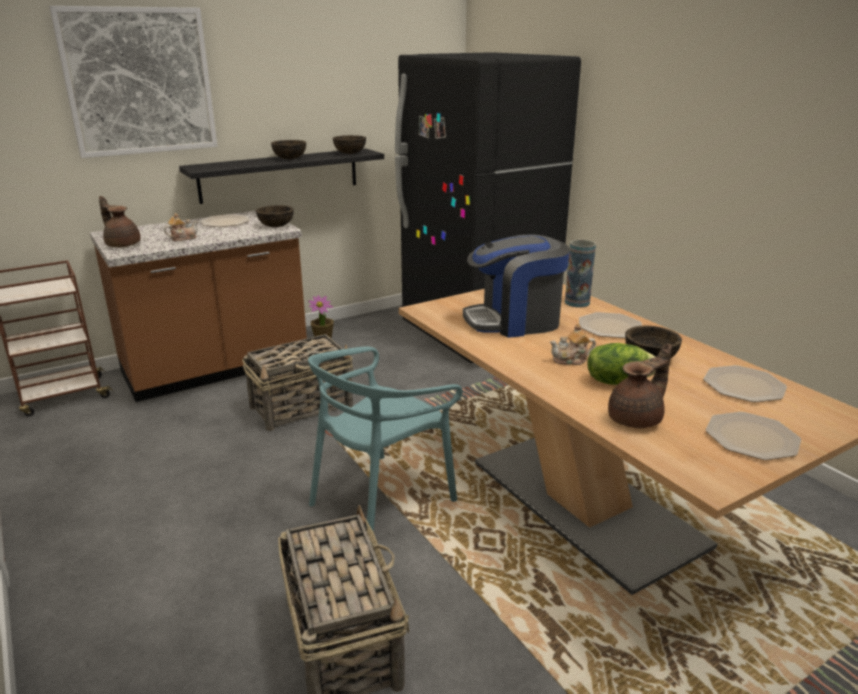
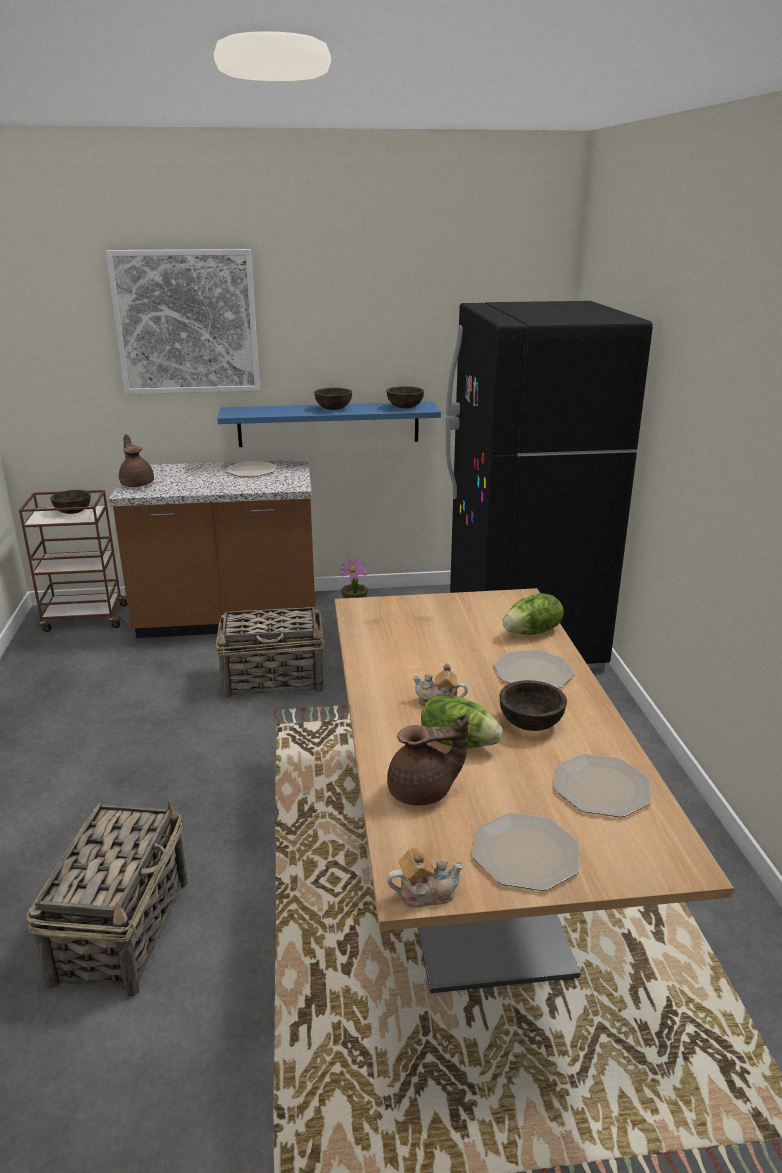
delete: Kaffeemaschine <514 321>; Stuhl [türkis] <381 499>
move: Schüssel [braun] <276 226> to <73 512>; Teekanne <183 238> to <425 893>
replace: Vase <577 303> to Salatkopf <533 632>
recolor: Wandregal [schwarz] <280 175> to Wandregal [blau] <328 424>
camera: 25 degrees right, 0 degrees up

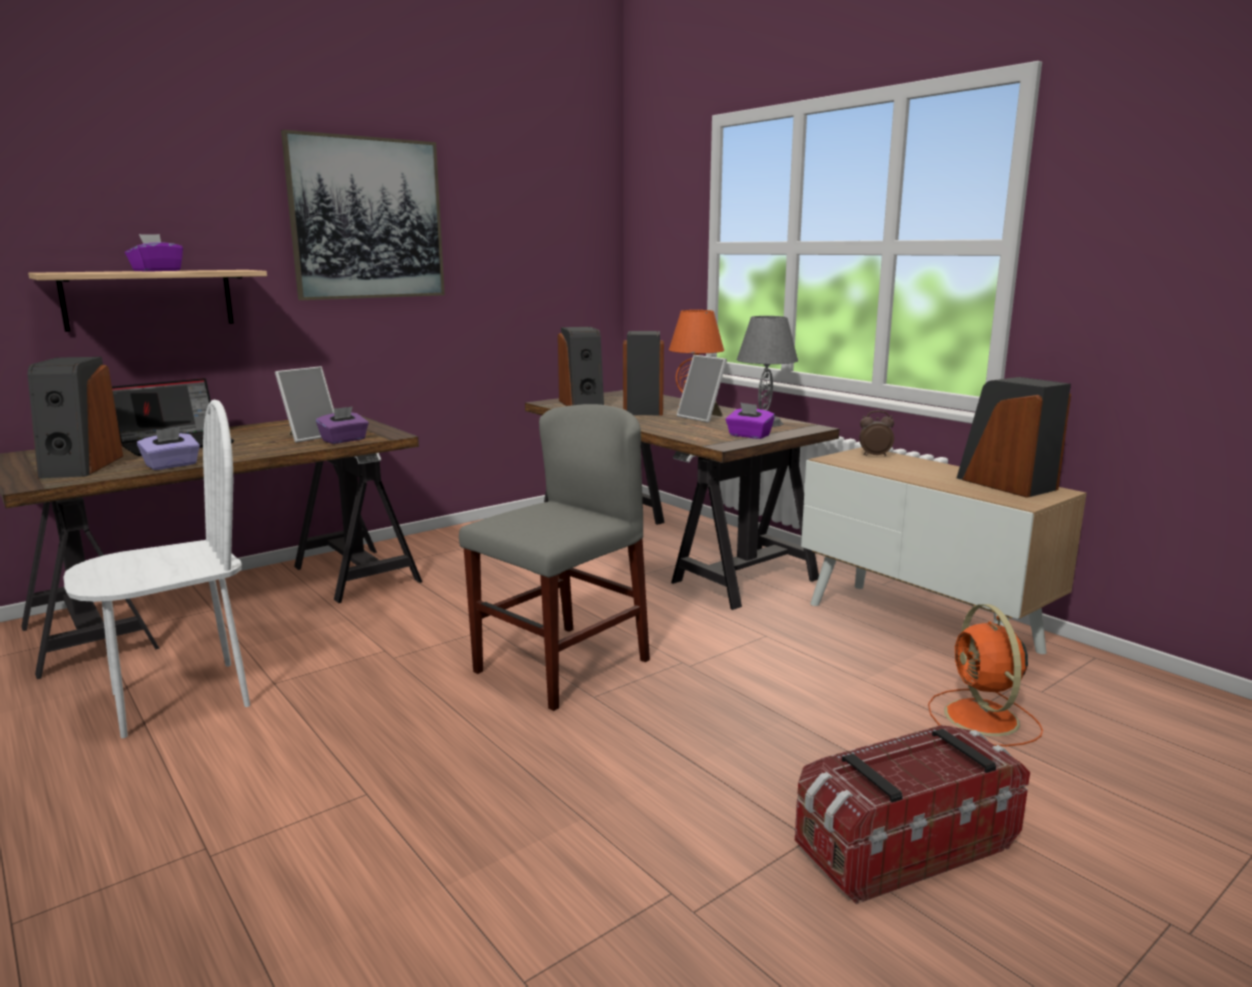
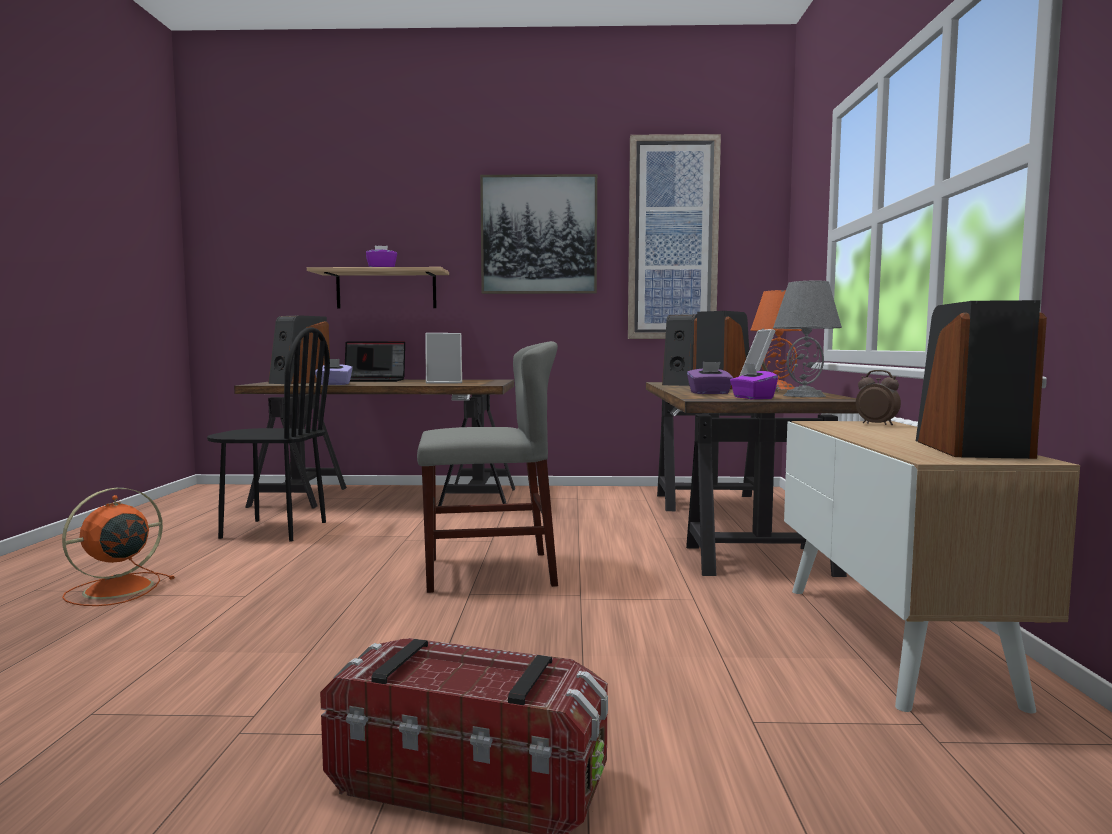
insert: Bild <672 239>
move: Taschentuchbox [lila] <344 440> to <709 393>; Ventilator [orange] <983 719> to <115 589>
recolor: Stuhl [weiß] <180 698> to Stuhl [schwarz] <274 530>
camera: 40 degrees right, 10 degrees down

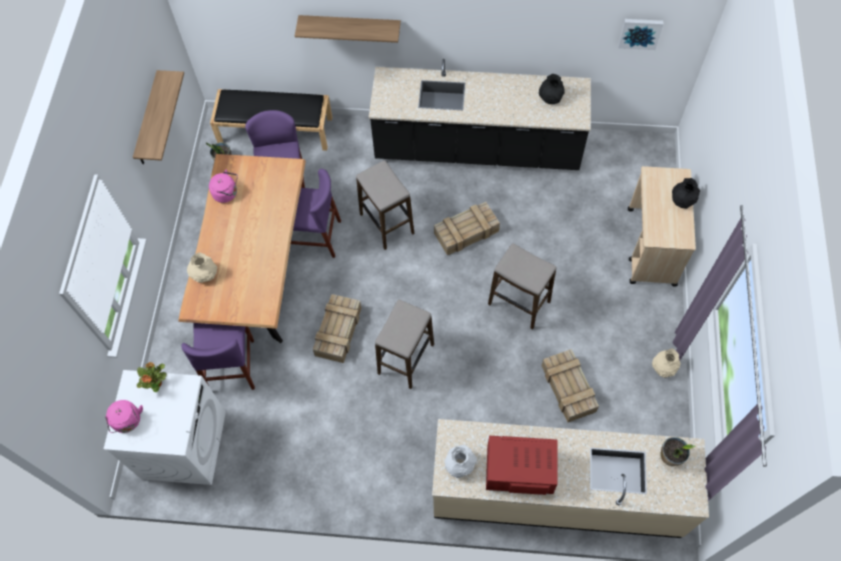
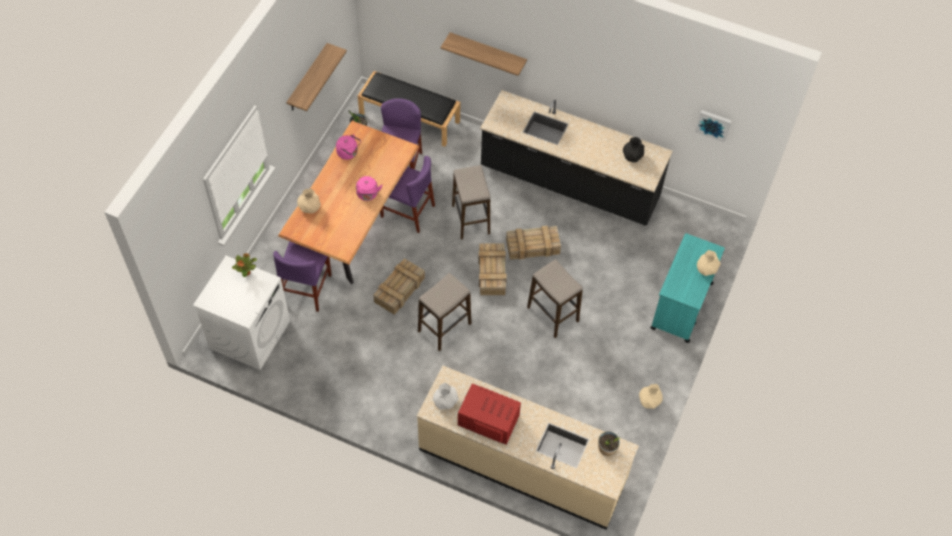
move: Kiste <569 389> to <492 273>; Wasserkessel [rosa] <128 422> to <367 195>
recolor: Rollwagen [beige] <651 247> to Rollwagen [türkis] <681 306>; Vase [schwarz] <682 200> to Vase [beige] <706 269>
camera: 15 degrees right, 5 degrees down

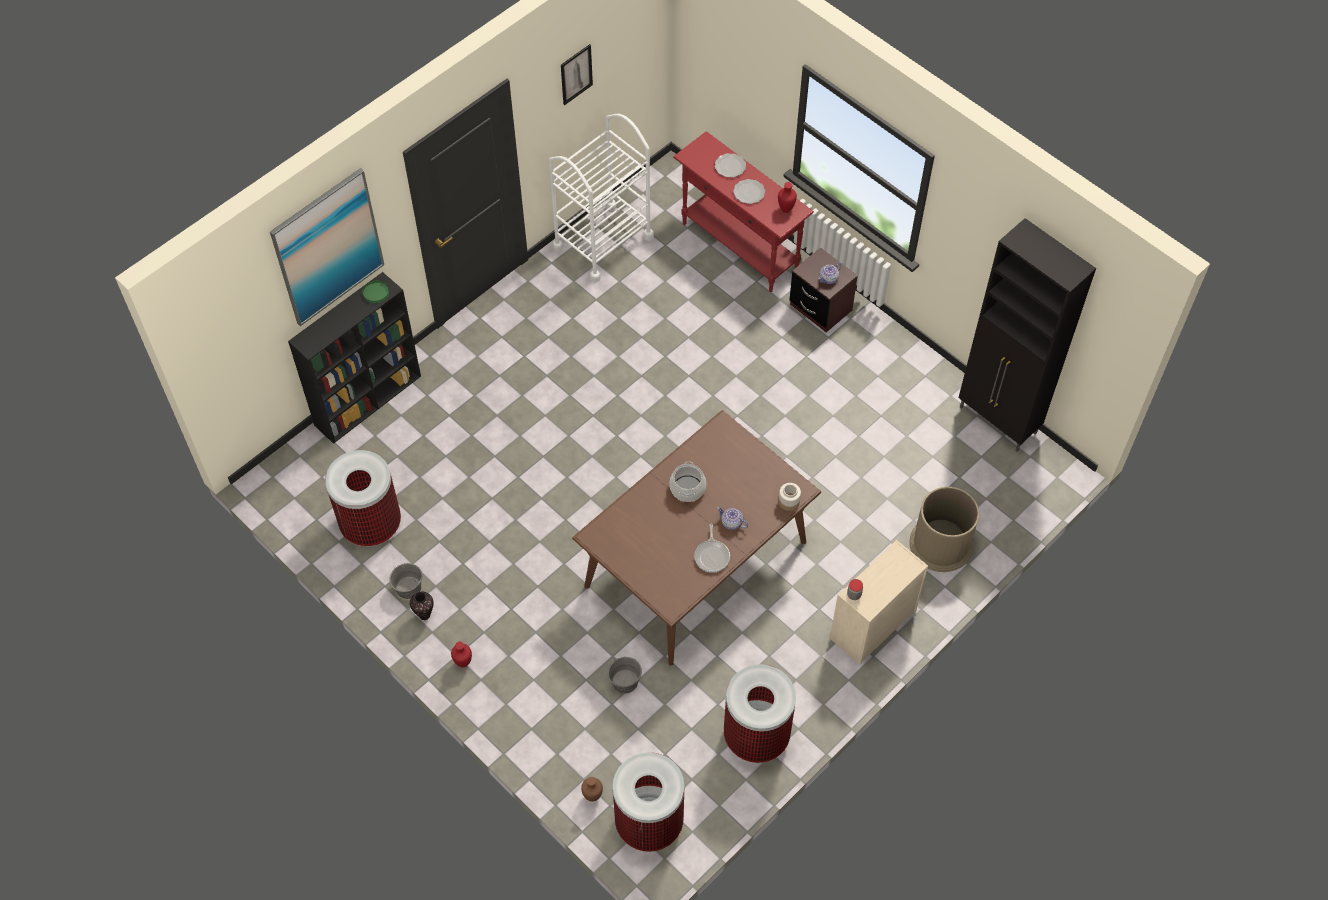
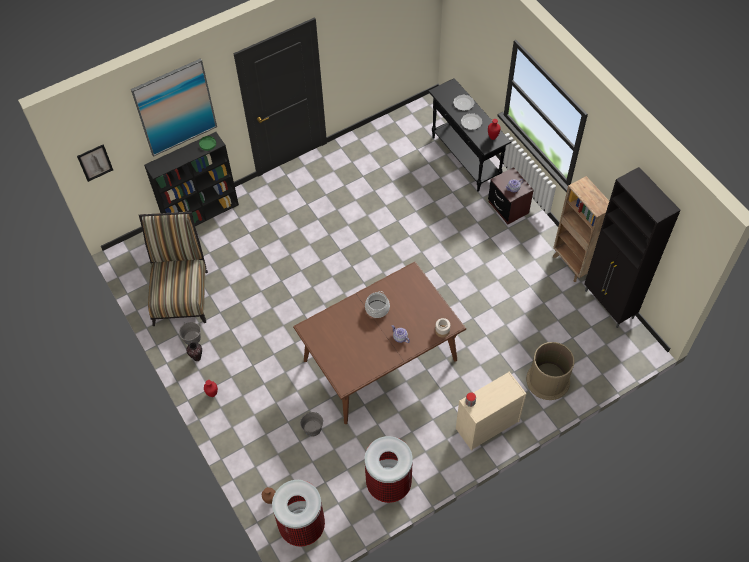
delete: Rollwagen [weiß] <603 242>; Pfanne <712 555>
insert: Bücherregal [braun] <572 265>
move: Bild <576 74> to <95 162>
replace: Mülleimer <371 524> to Stuhl <181 293>
recolor: Konsolentisch [rot] <740 247> to Konsolentisch [schwarz] <465 158>
camera: 15 degrees right, 0 degrees up

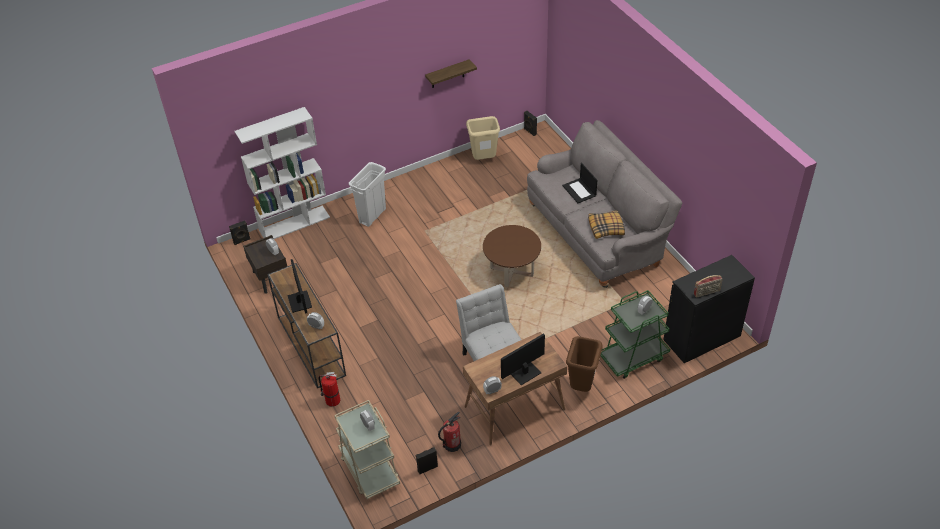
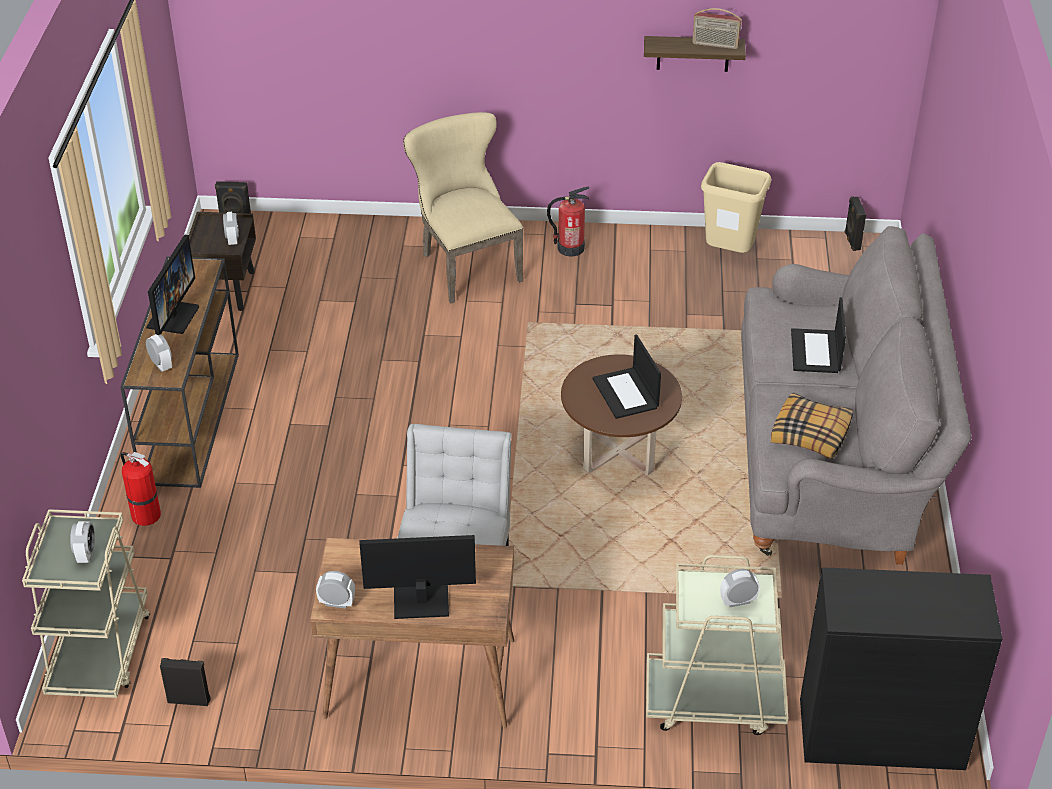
delete: Bücherregal [weiß] <294 223>; Mülleimer [braun] <581 386>
insert: Laptop <626 393>
move: Radio <707 293> to <715 45>; Feuerlöscher <452 444> to <570 248>
replace: Mülleimer [weiß] <372 215> to Stuhl [beige] <465 265>
recolor: Rollwagen [grün] <633 357> to Rollwagen [beige] <713 701>
camera: 30 degrees right, 5 degrees down

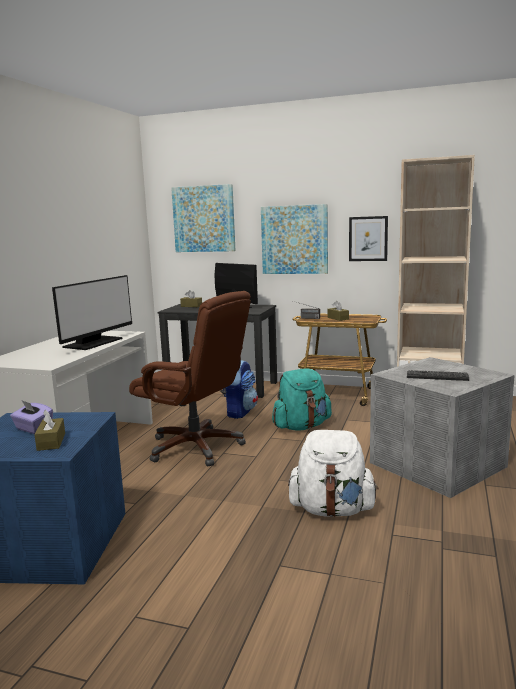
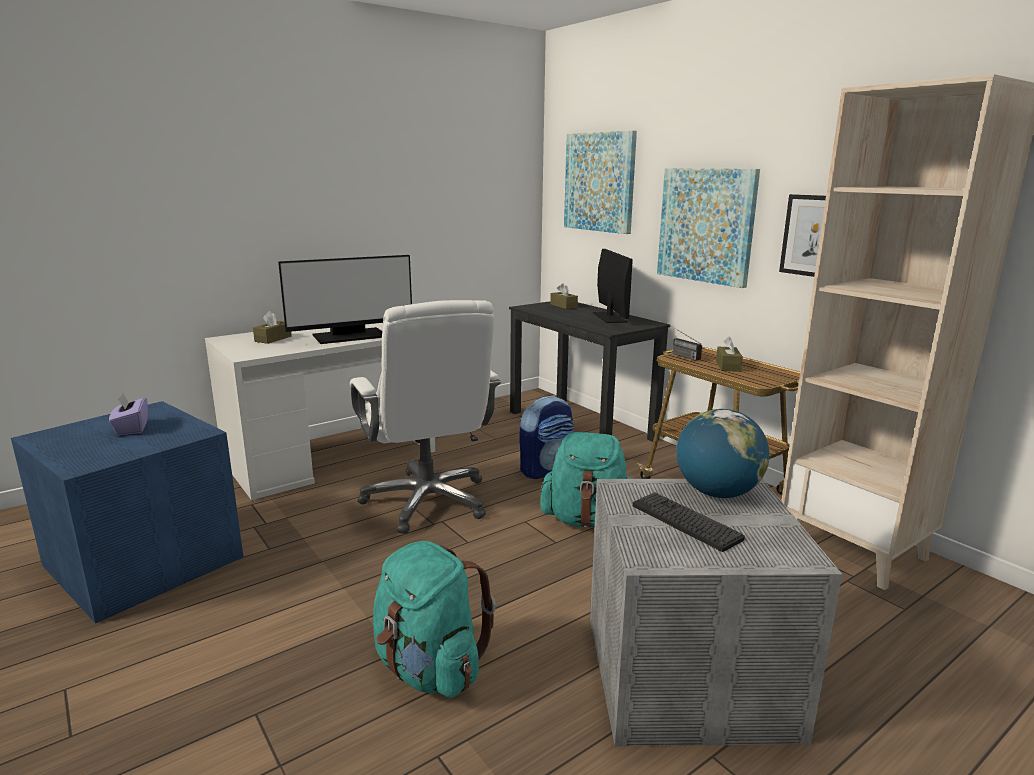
insert: Globus <717 493>
move: Taschentuchbox [braun] <51 441> to <273 339>
recolor: Bürostuhl [braun] <196 447> to Bürostuhl [weiß] <427 501>; Rucksack [weiß] <332 510> to Rucksack [türkis] <429 669>
camera: 35 degrees right, 5 degrees up

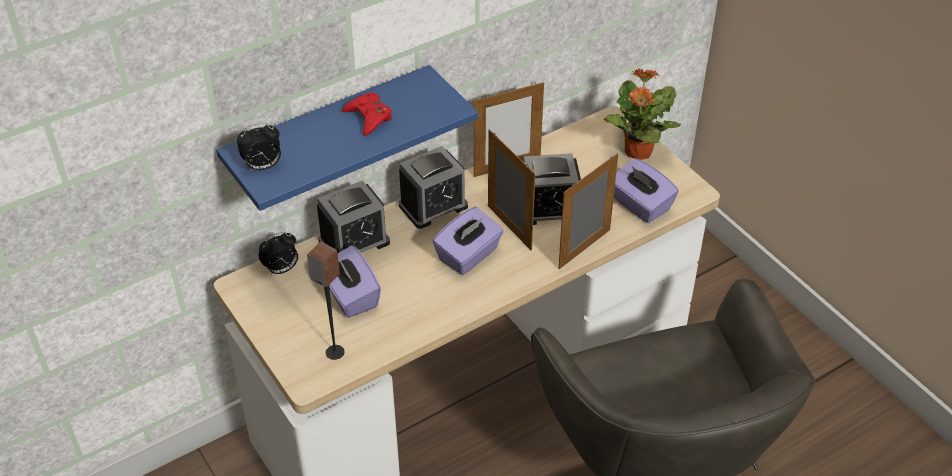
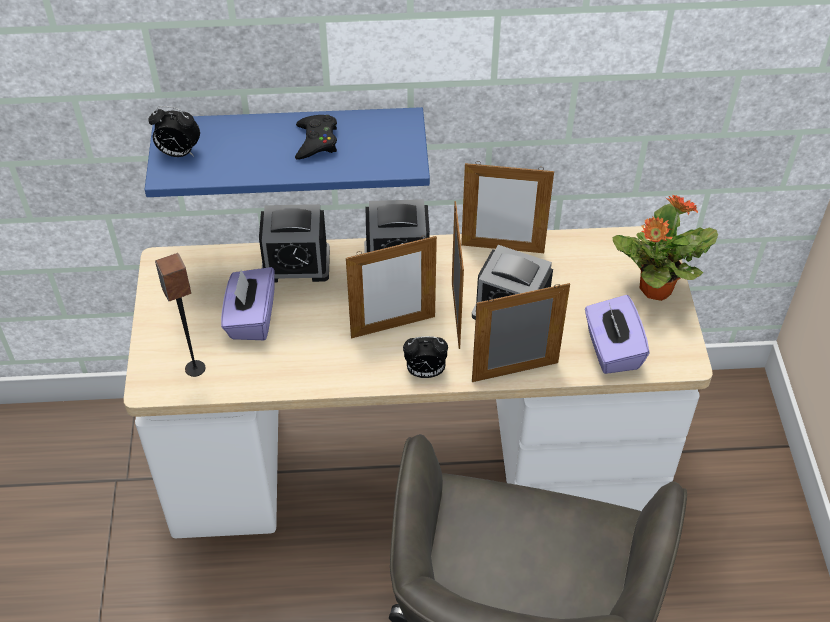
move: Wecker <281 270> to <425 372>
replace: Taschentuchbox [lila] <469 255> to Bilderrahmen <393 327>
recolor: Gamepad [rot] <369 117> to Gamepad [schwarz] <316 141>
camera: 30 degrees right, 5 degrees up

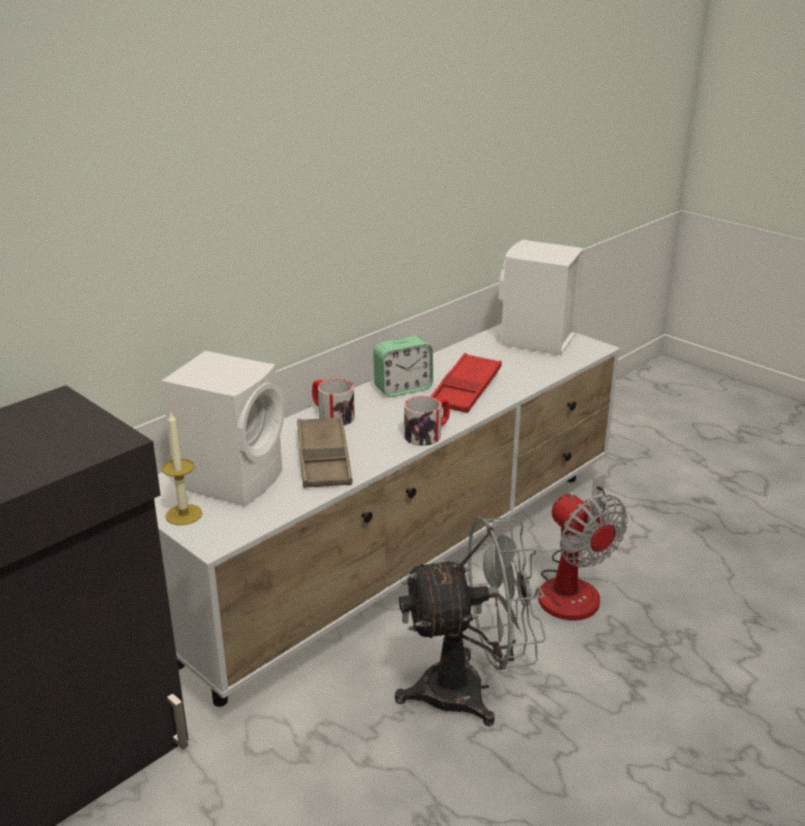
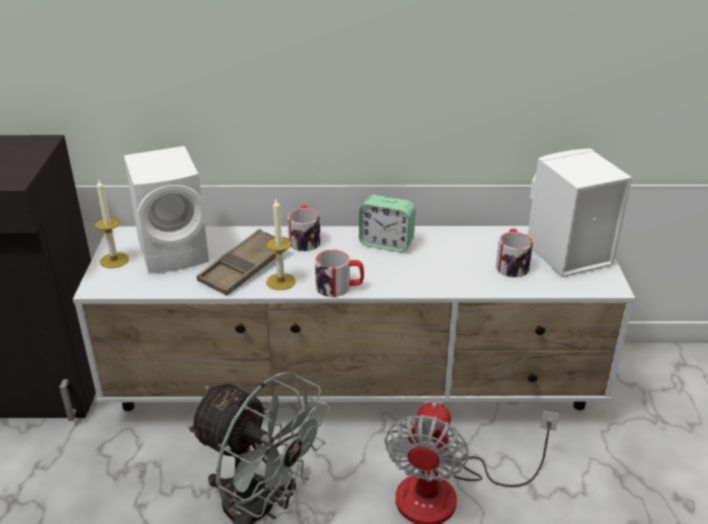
delete: Tablett [rot] <465 390>
insert: Kerze <281 281>; Henkelbecher <511 264>
camera: 45 degrees right, 5 degrees up

